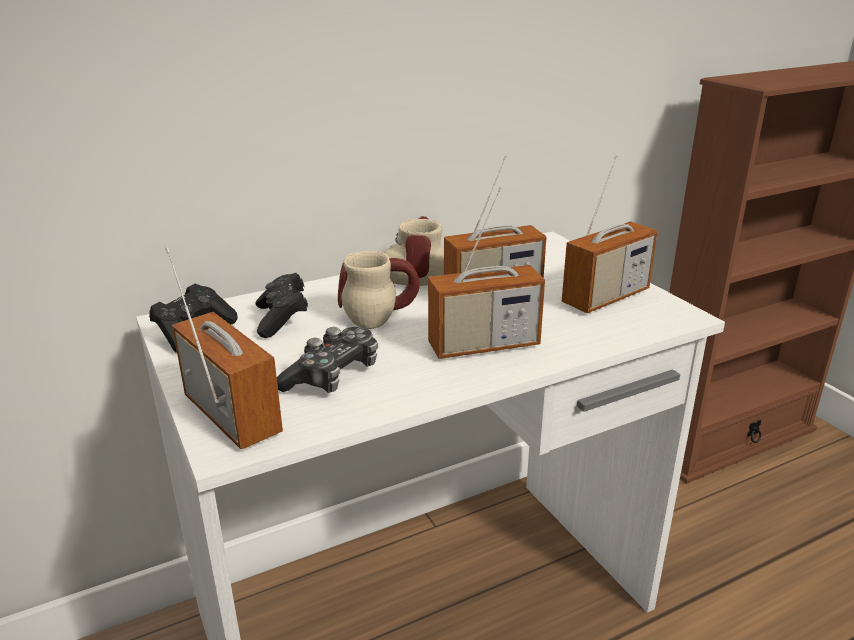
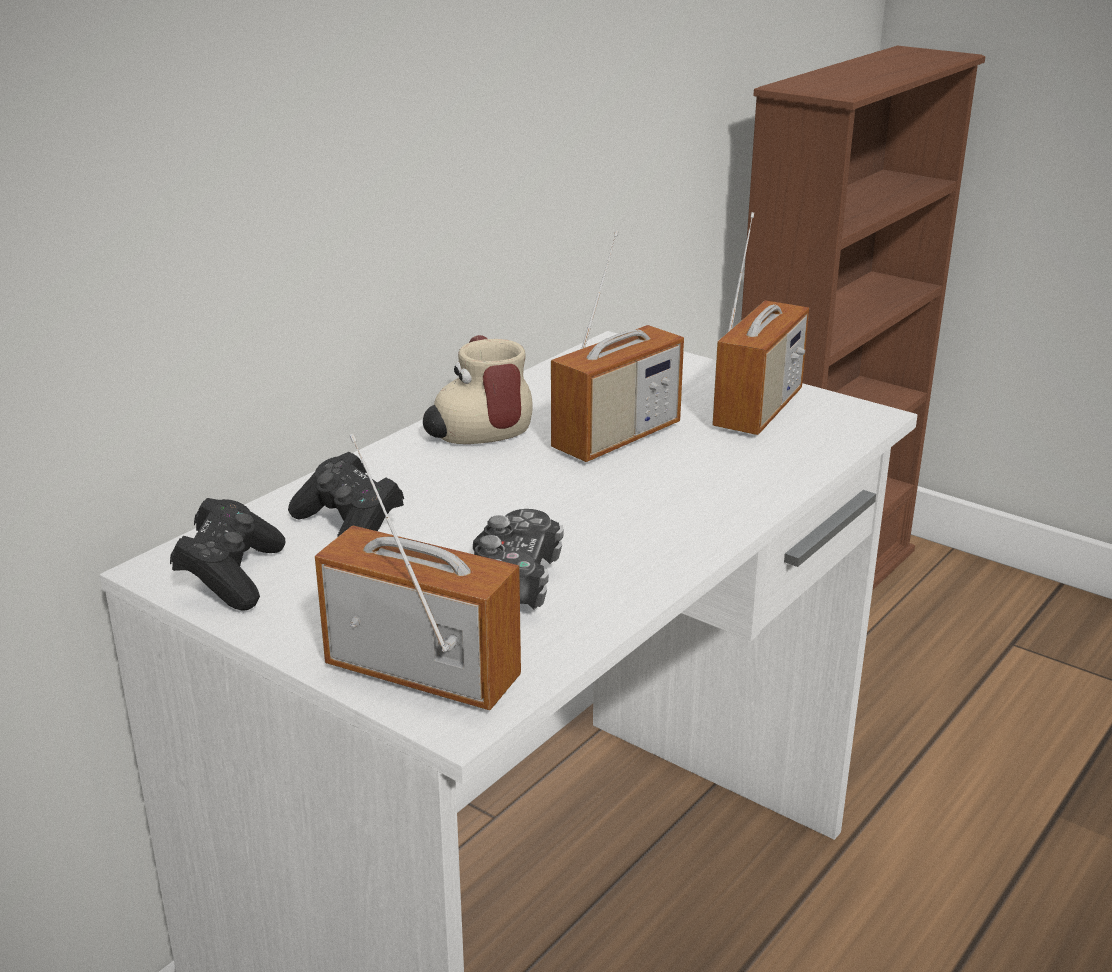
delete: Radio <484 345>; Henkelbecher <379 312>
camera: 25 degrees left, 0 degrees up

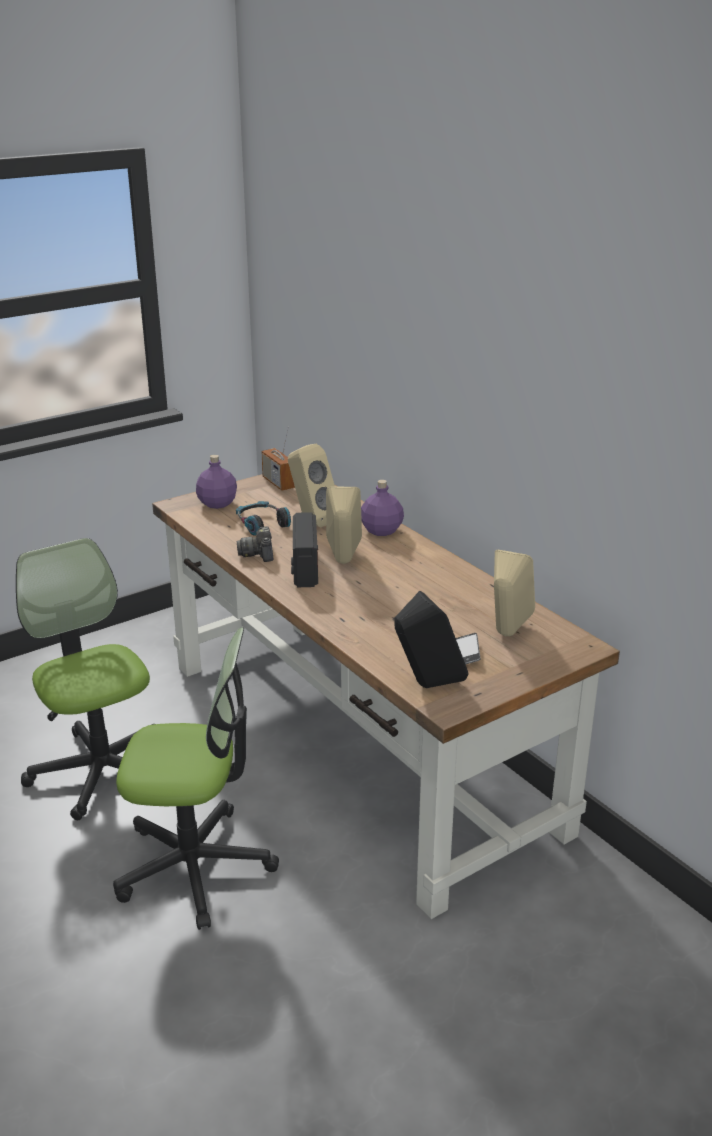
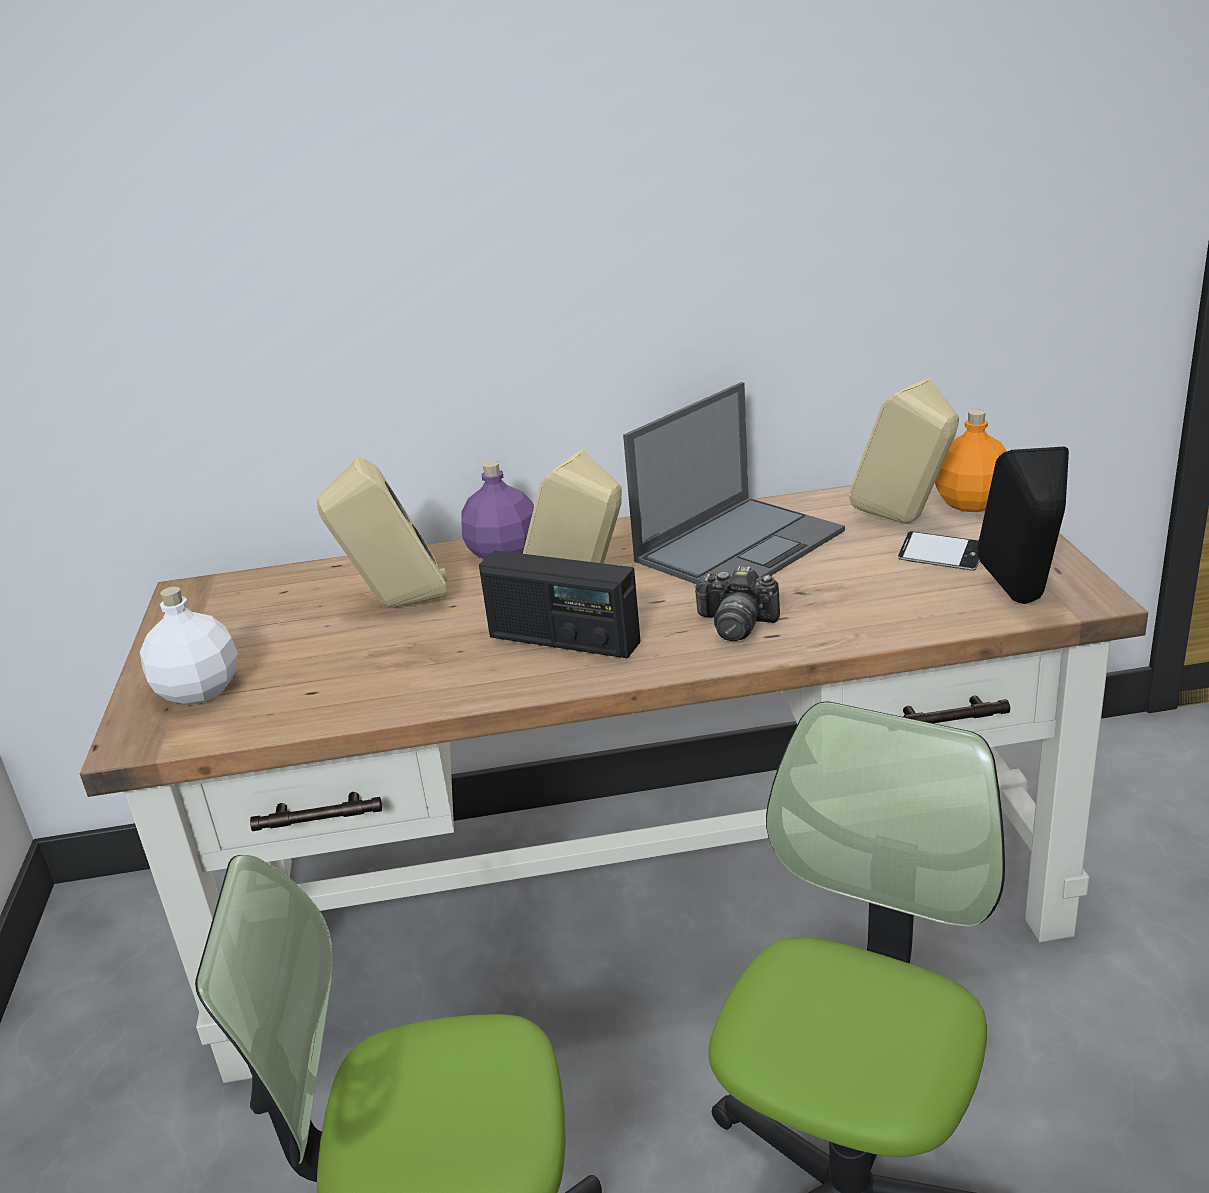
delete: Radio <278 483>; Kopfhörer <262 524>
insert: Laptop <740 545>; Flasche [orange] <970 503>
move: Kamera <258 554> to <736 624>
recolor: Flasche [lila] <218 503> to Flasche [weiß] <200 690>
camera: 60 degrees left, 0 degrees up

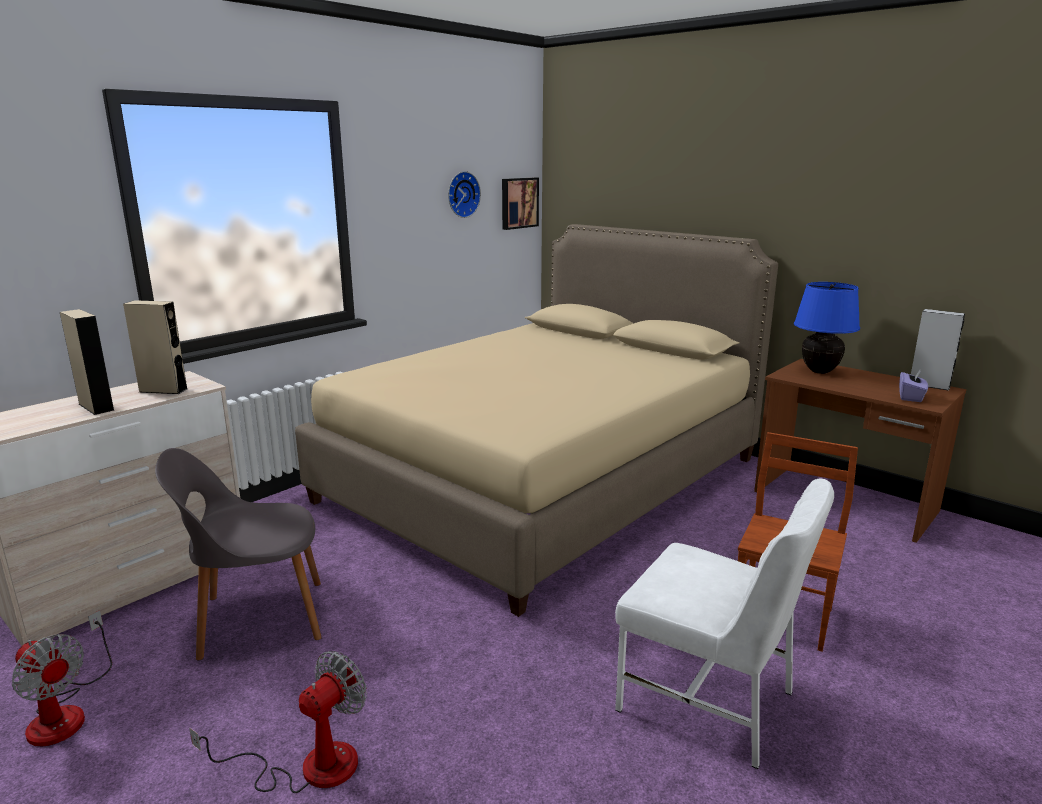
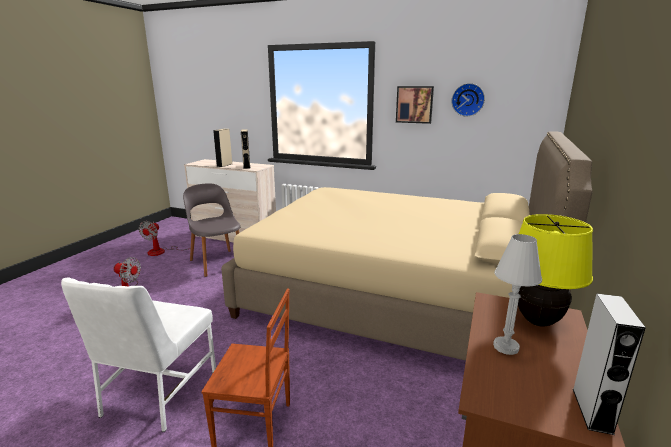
delete: Taschentuchbox [lila] <910 397>
insert: Tischlampe [weiß] <506 347>
move: Bild <518 203> to <414 104>
recolor: Tischlampe [blau] <819 371> to Tischlampe [gelb] <537 321>
camera: 70 degrees right, 0 degrees up

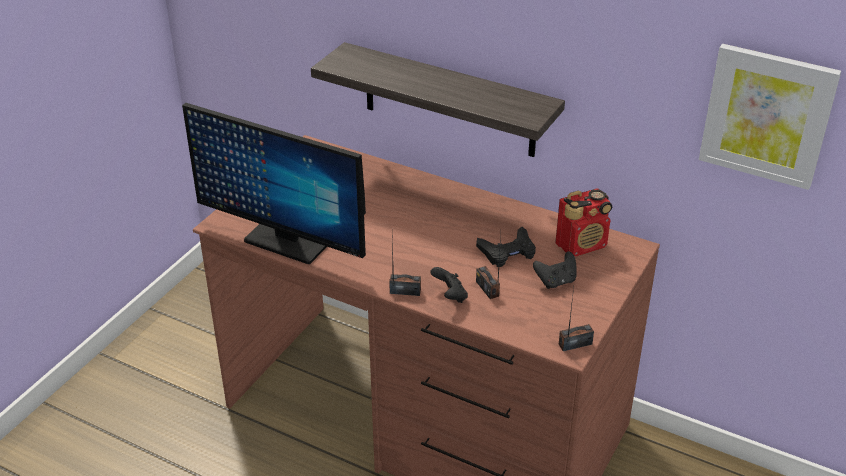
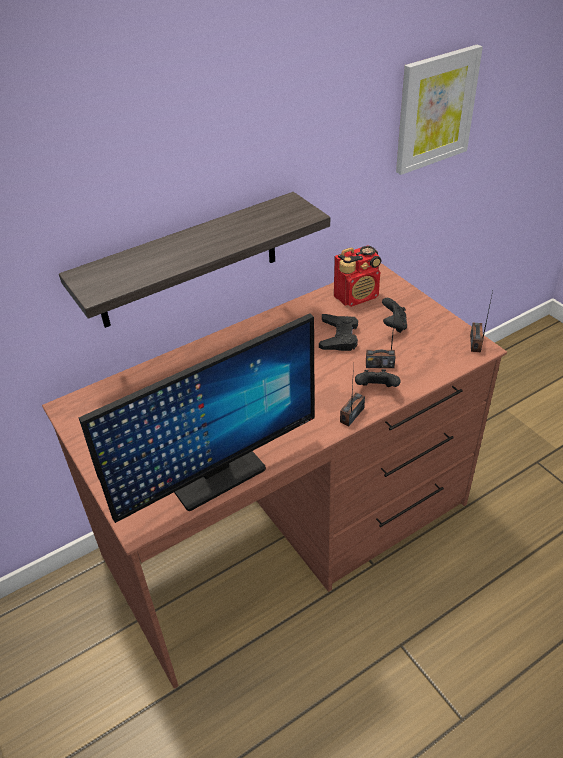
rotate: Radio <582 245> = <357 296> 60 degrees clockwise
camera: 60 degrees left, 5 degrees up

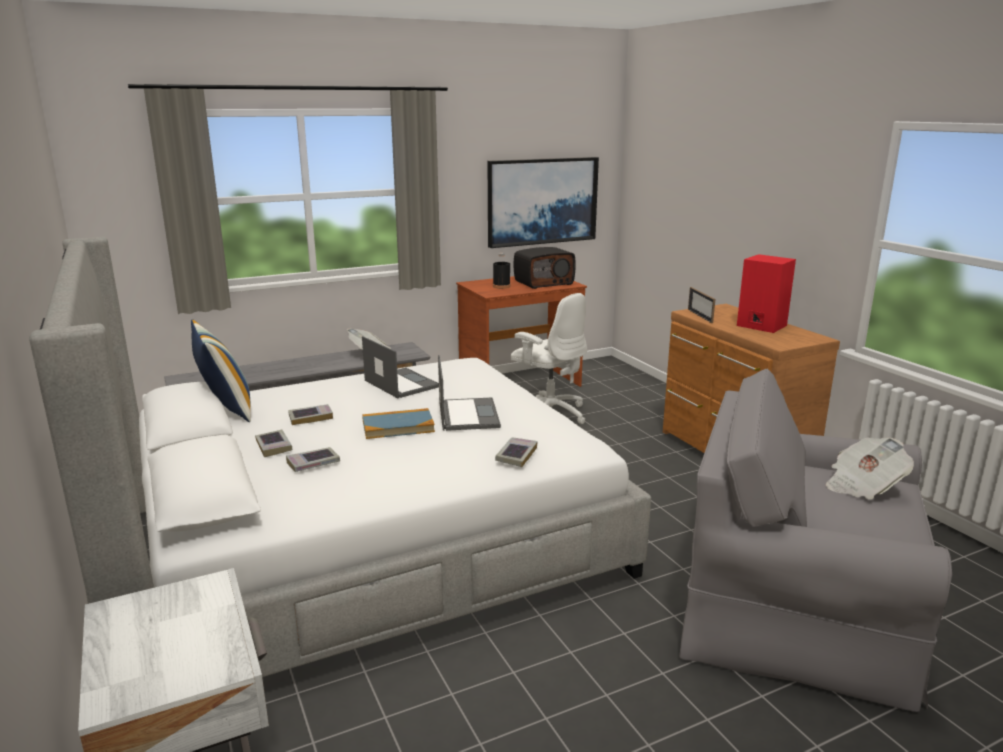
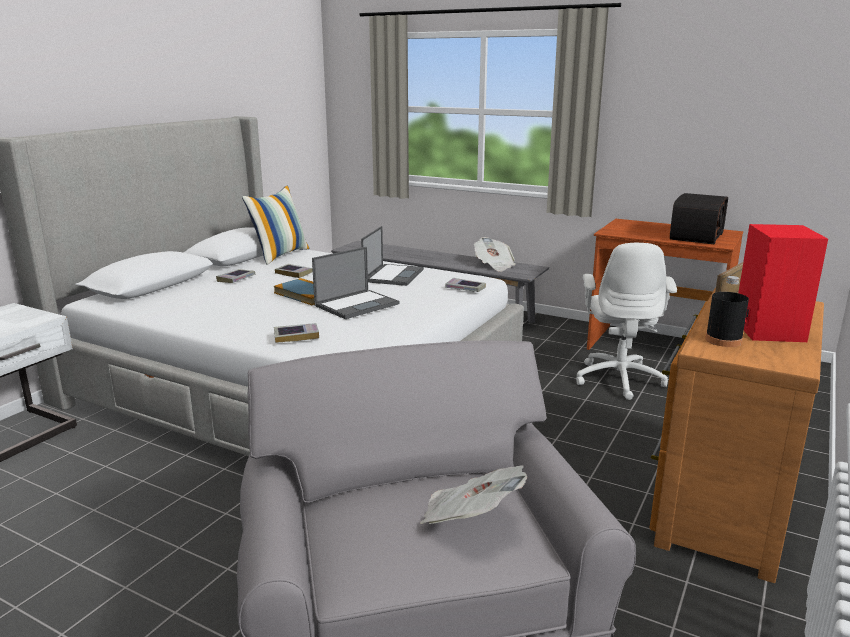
delete: Bild <542 201>
move: Flasche [schwarz] <501 286> to <723 340>; Buch <313 463> to <465 288>
rotate: Radio <543 282> = <695 236> 90 degrees counterclockwise
camera: 55 degrees right, 0 degrees up

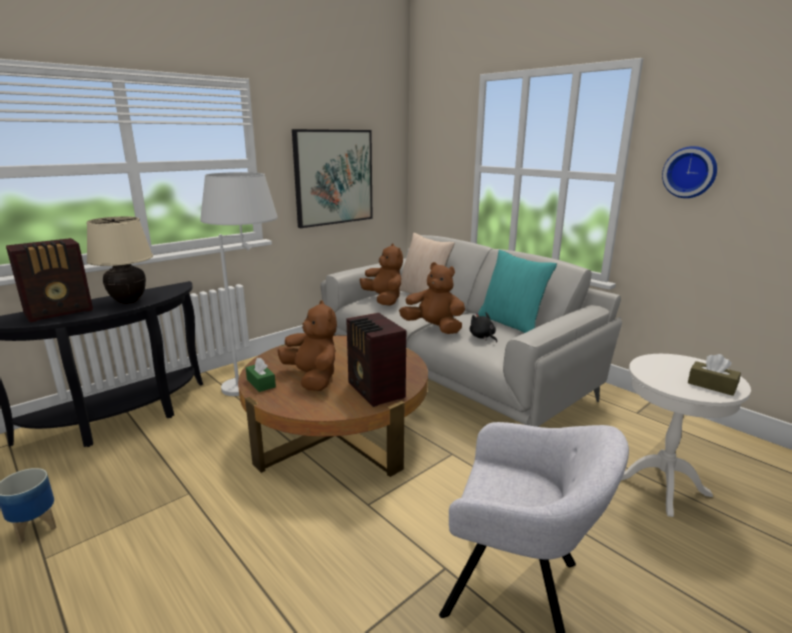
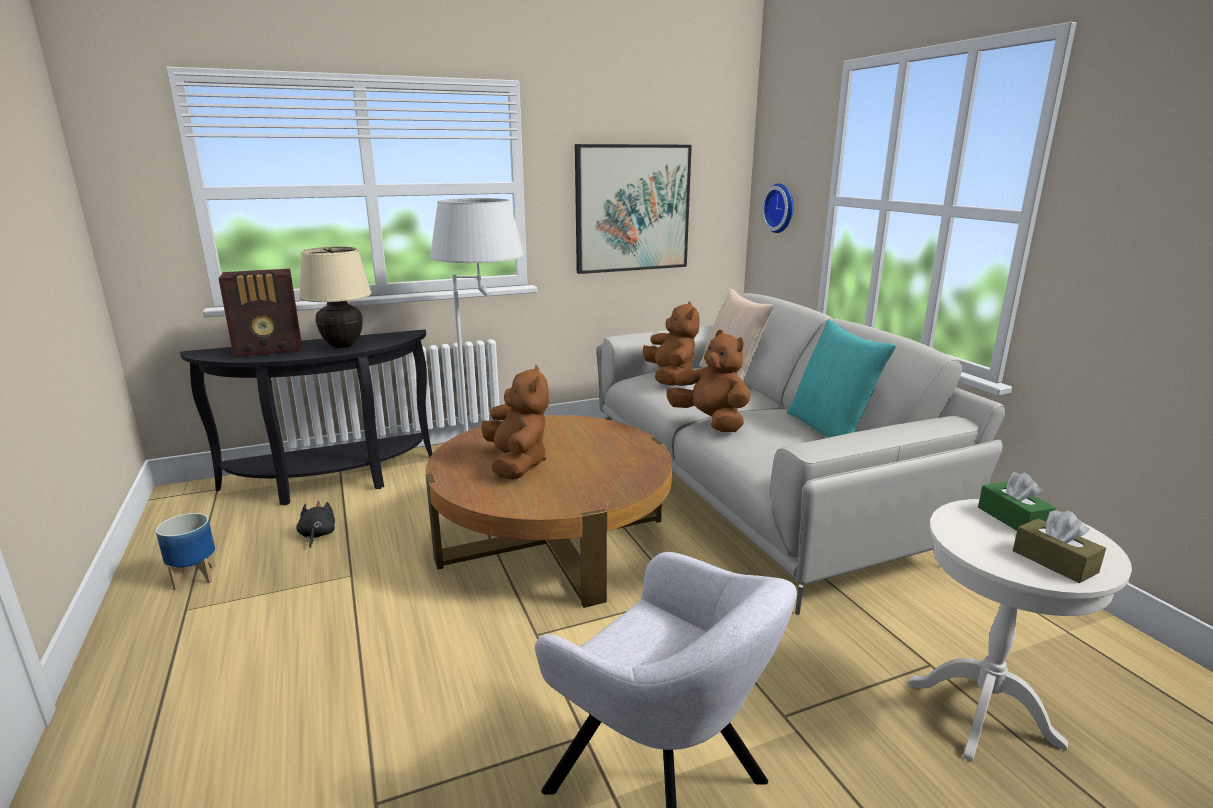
delete: Radio <375 391>
move: Wanduhr <690 172> to <781 208>; Plüschtier [schwarz] <482 337> to <317 535>; Taschentuchbox [grün] <261 383> to <1012 519>
camera: 20 degrees right, 0 degrees up

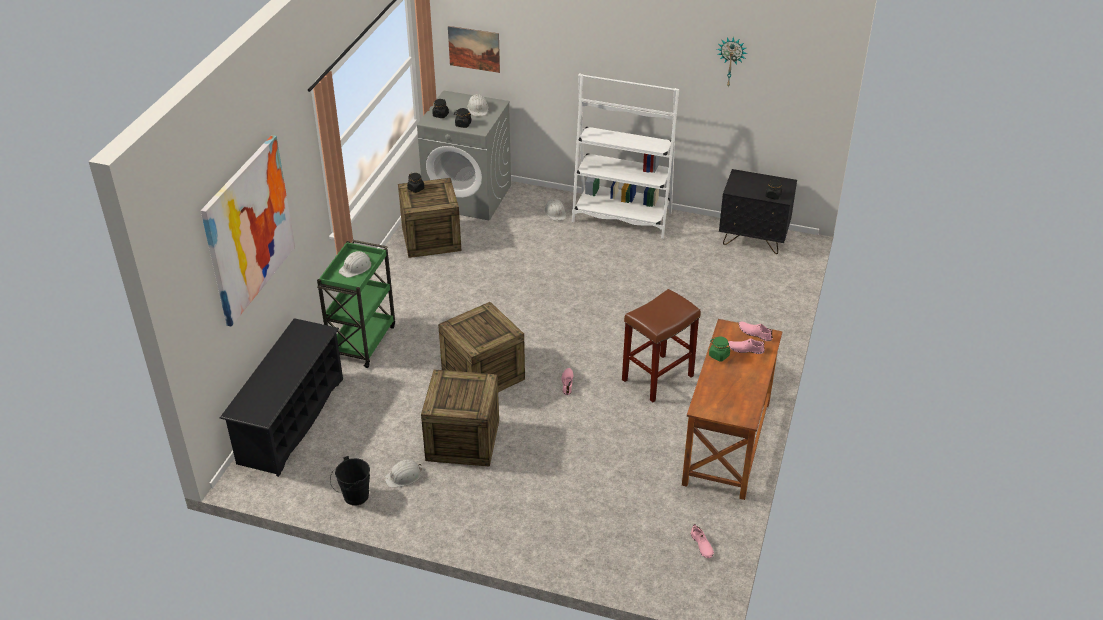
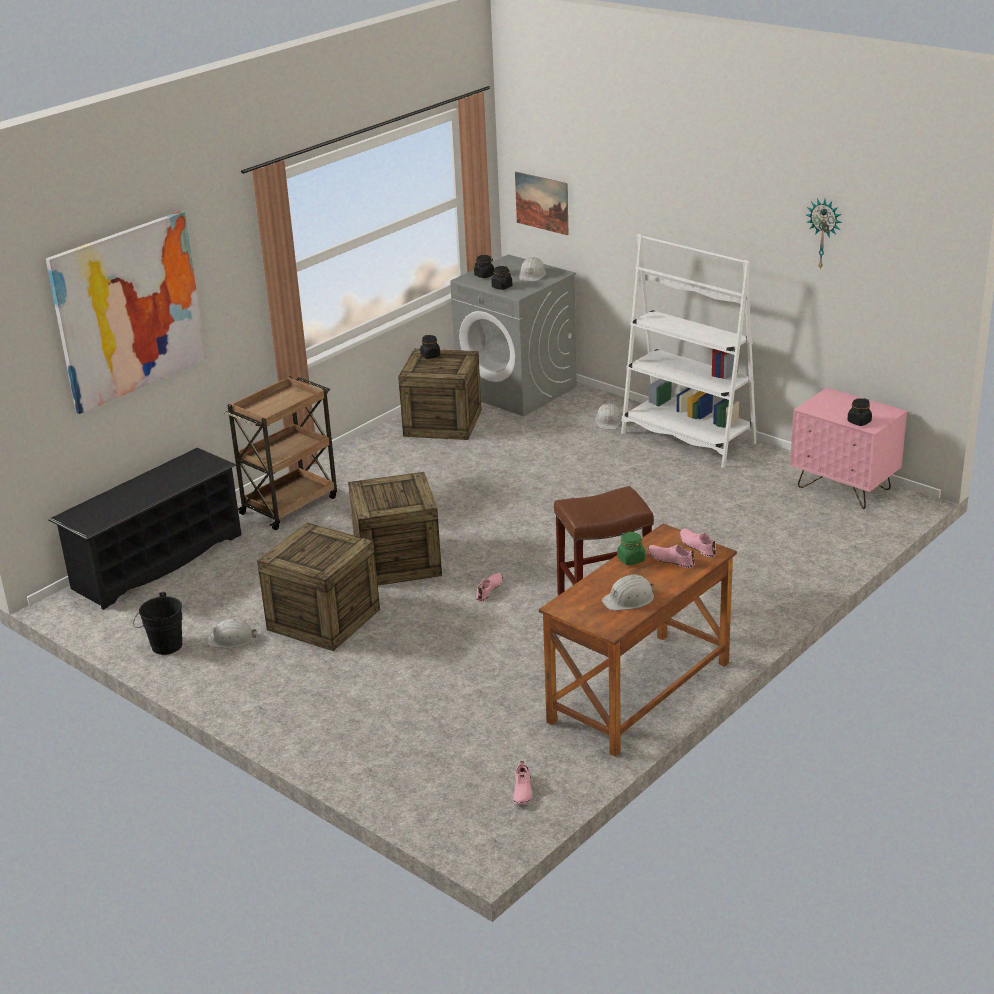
move: Schutzhelm [weiß] <356 267> to <629 599>
recolor: Nachttisch [schwarz] <753 239> to Nachttisch [rosa] <844 488>; Rollwagen [grün] <362 341> to Rollwagen [braun] <290 504>
camera: 25 degrees right, 10 degrees down

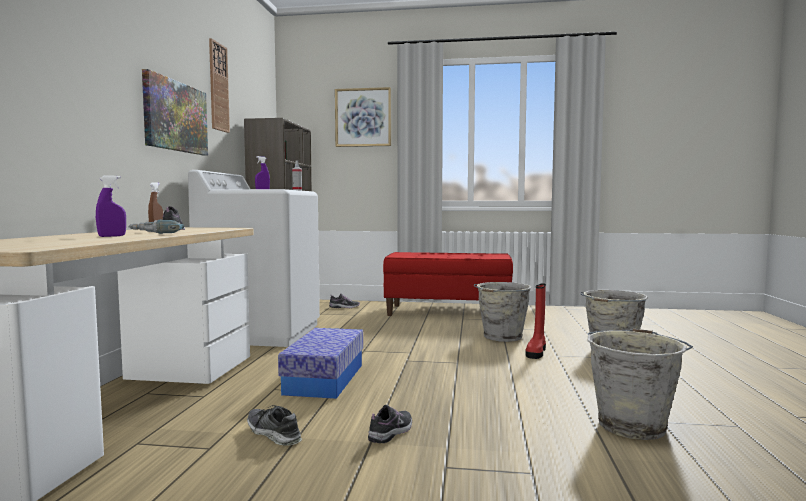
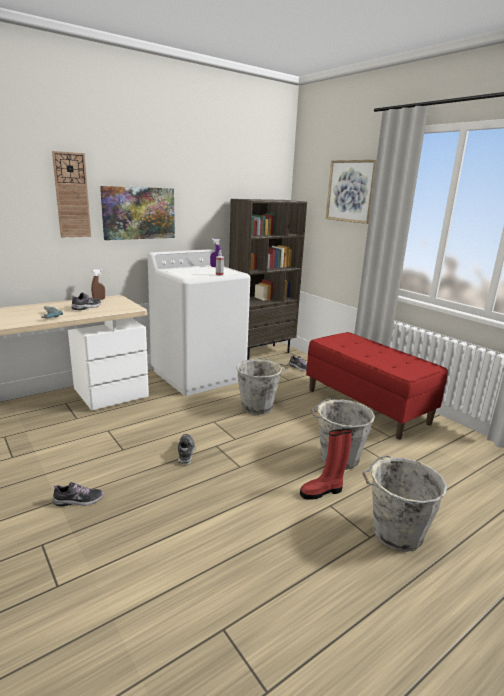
delete: Sprühflasche [lila] <112 236>; Aufbewahrungsbox <324 379>
move: Wanduhr <218 87> to <72 195>; Eimer [grau] <632 425> to <258 407>; Schuh <273 434> to <185 452>
camera: 45 degrees right, 15 degrees up

